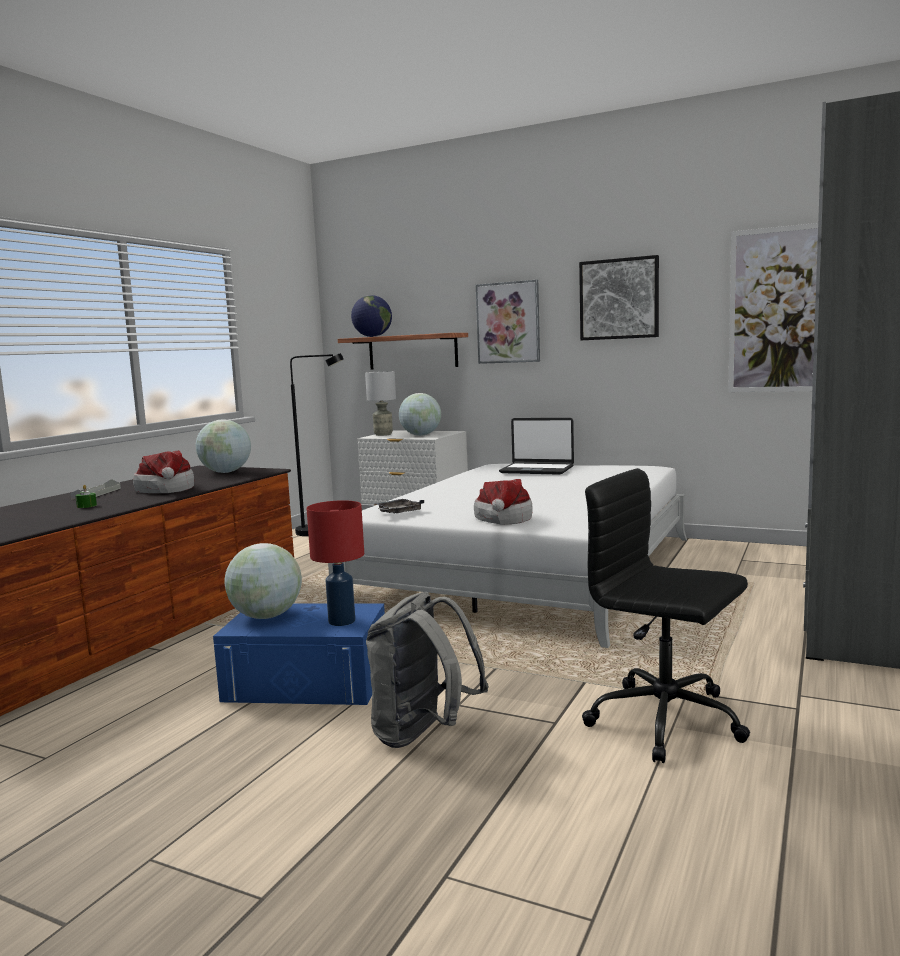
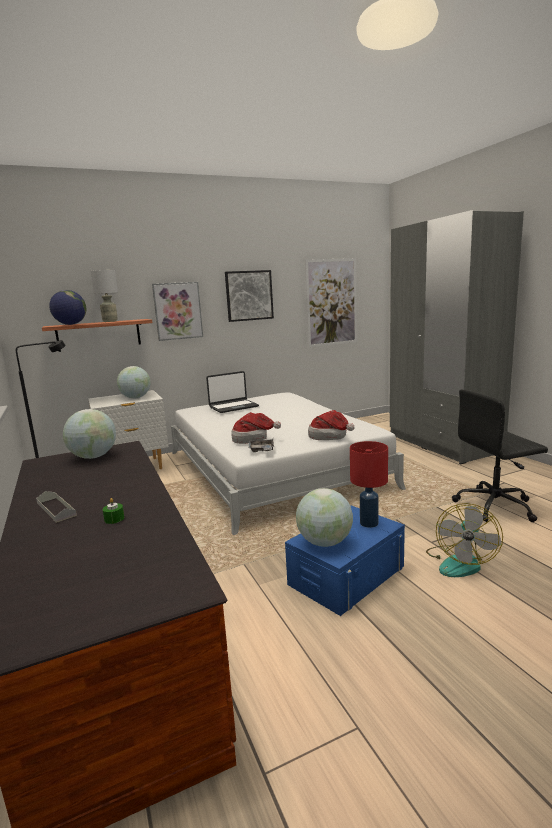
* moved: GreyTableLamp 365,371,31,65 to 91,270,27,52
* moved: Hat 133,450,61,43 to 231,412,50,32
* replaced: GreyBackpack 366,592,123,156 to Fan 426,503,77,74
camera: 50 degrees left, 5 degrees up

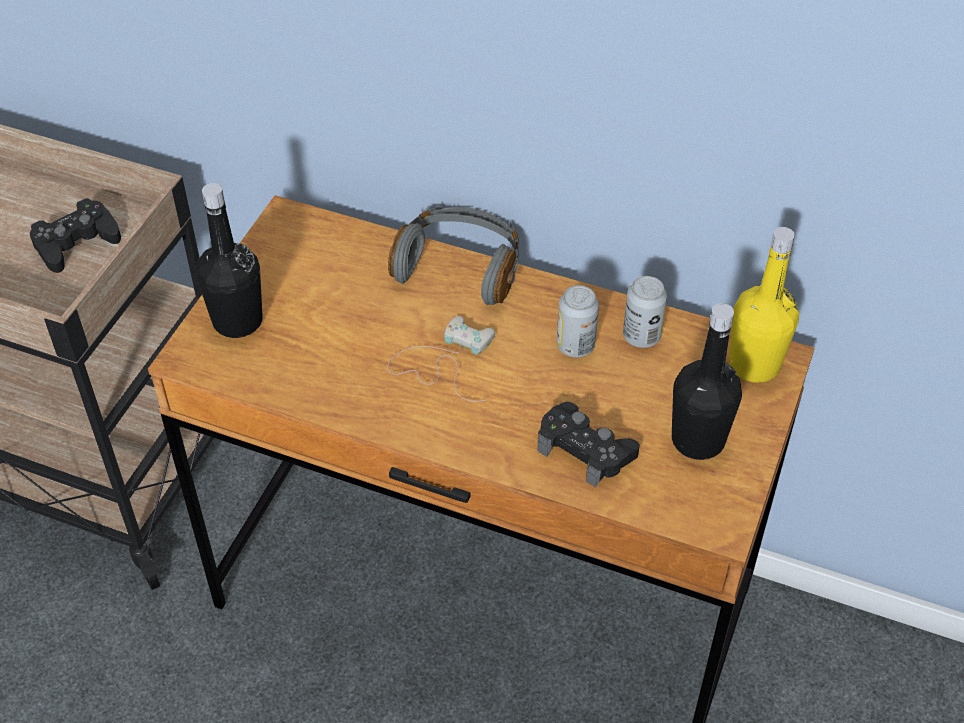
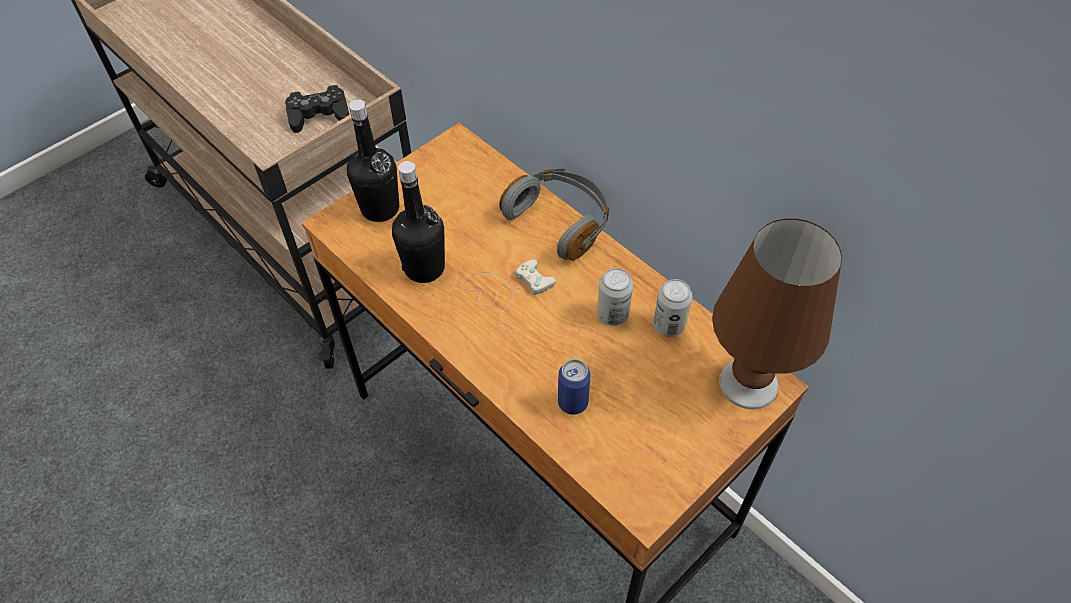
* moved: BlackBottle 672,303,70,157 to 392,161,53,122
* replaced: BlackGameController 537,402,103,86 to Can 558,359,33,56
* replaced: YellowBottle 729,227,70,156 to BrownTableLamp 712,219,130,191
camera: 25 degrees right, 5 degrees up

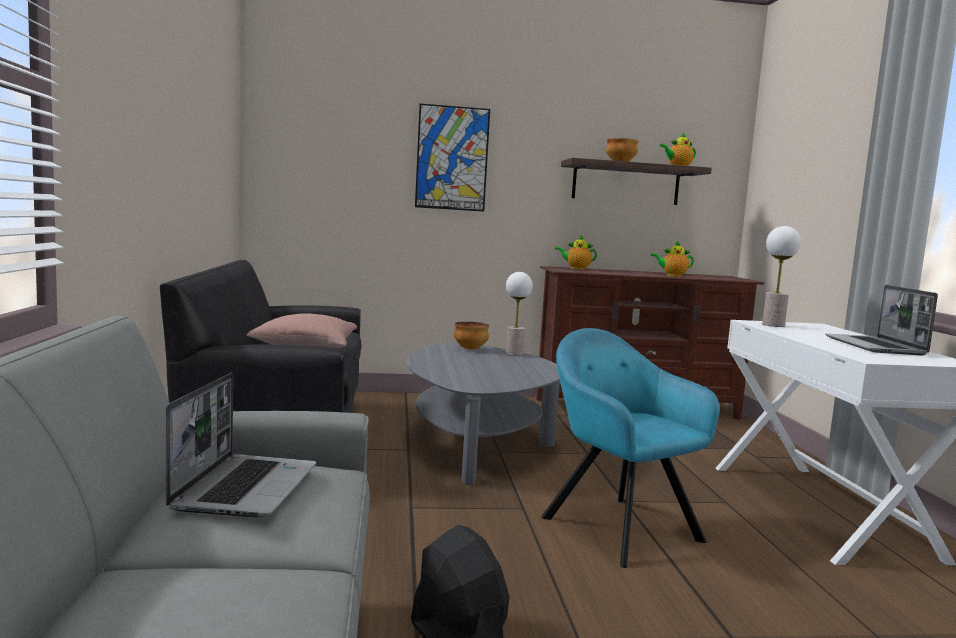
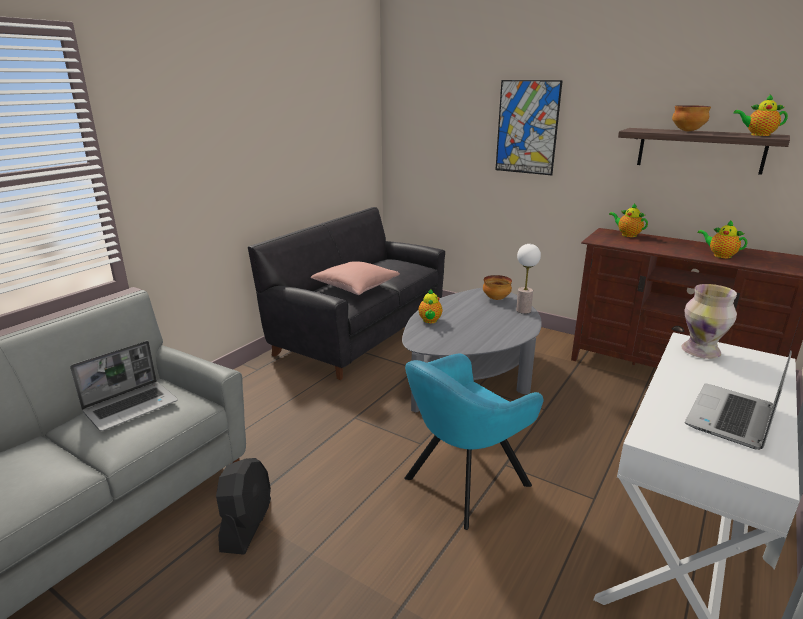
* turned: TurquoiseArmchair 541,328,179,240 = 404,354,139,176 135 degrees counterclockwise
* added: Teapot 418,289,24,34
* replaced: TableLamp 762,226,39,101 to Vase 681,284,56,75
camera: 40 degrees right, 15 degrees up

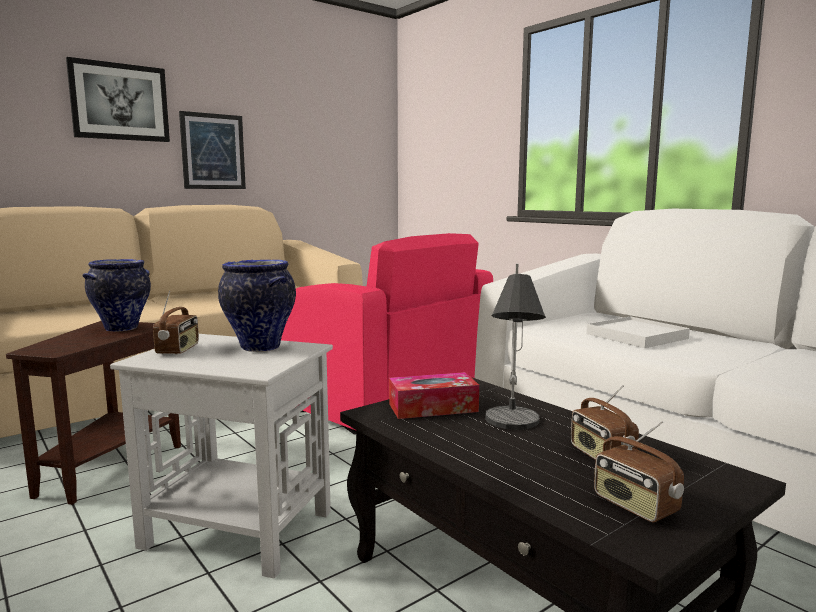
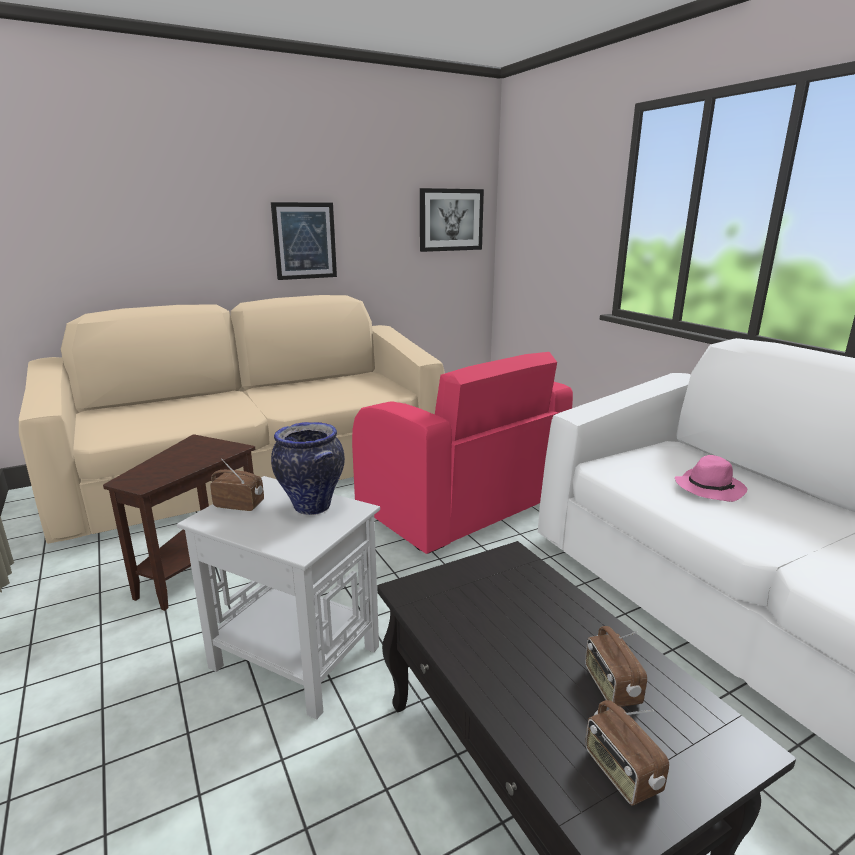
* turned: Radio 153,291,46,64 = 210,458,54,53 90 degrees counterclockwise
* moved: Picture 66,57,104,85 to 420,188,64,64
* replaced: WhiteTray 586,316,104,32 to PinkHat 675,455,72,47
* removed: Vase 83,259,68,73
* removed: TissueBox 389,372,90,47
* removed: TableLamp 485,264,61,166
camera: 10 degrees right, 10 degrees up

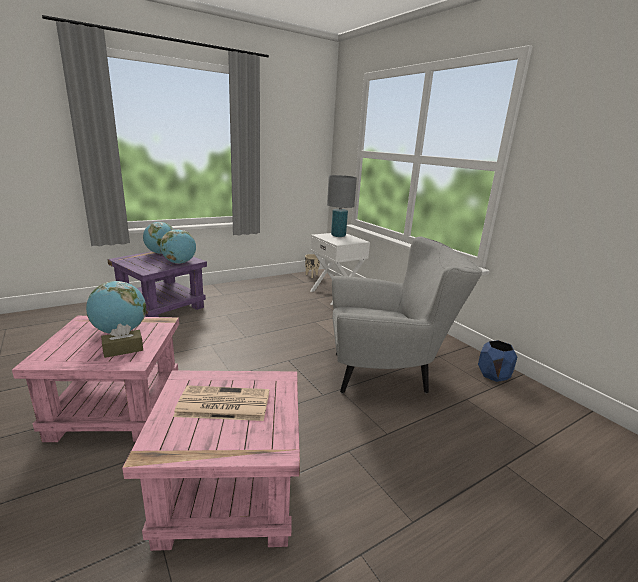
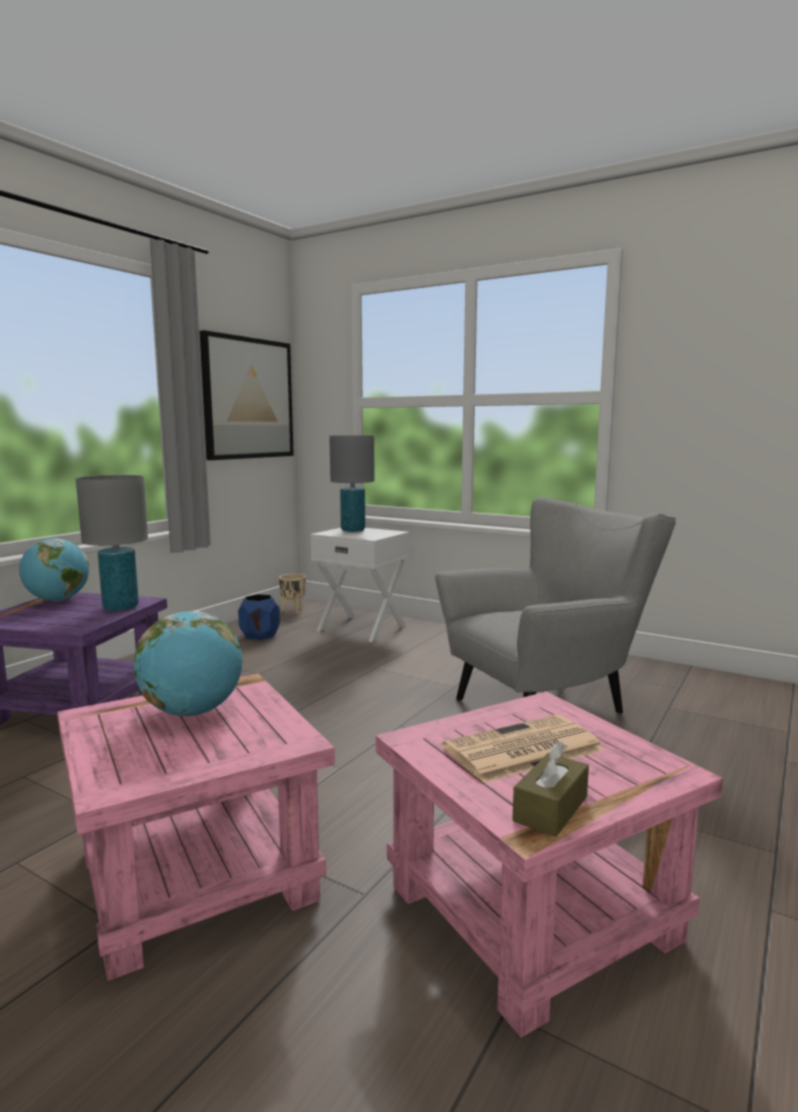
* replaced: Globe 160,229,36,35 to GreyTableLamp 76,475,72,136
* added: Picture 200,330,94,130
* moved: BluePlanter 478,340,39,42 to 238,594,42,46
* moved: BrownTissueBox 101,324,42,34 to 512,742,77,95
camera: 25 degrees left, 10 degrees down

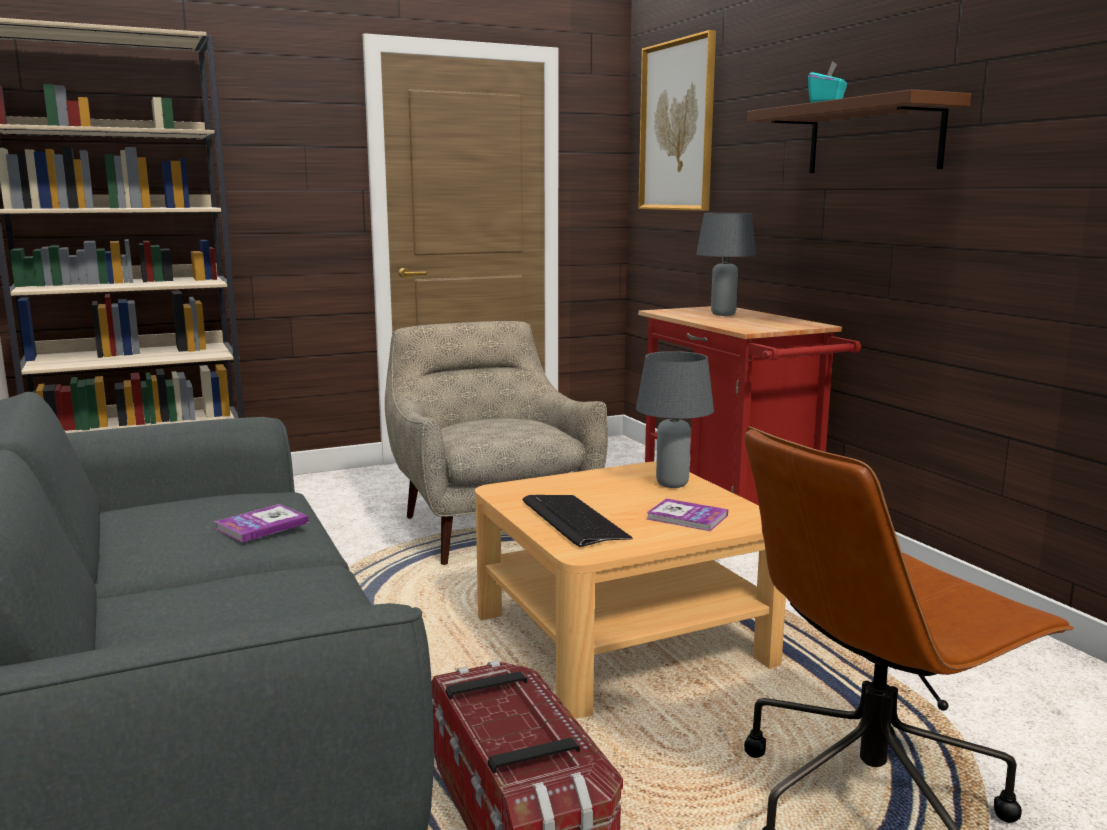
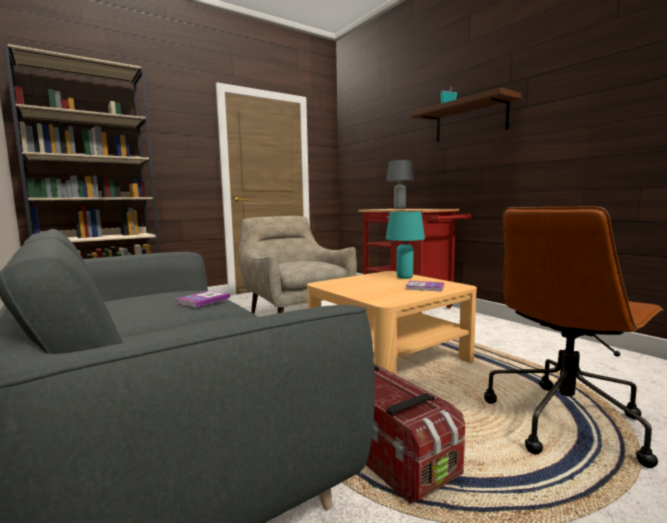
* recoloured: GreyTableLamp 636,351,78,137 to TurquoiseTableLamp 386,211,39,68
* removed: Keyboard 523,495,110,52
* removed: Picture 638,30,78,181
camera: 10 degrees left, 5 degrees down

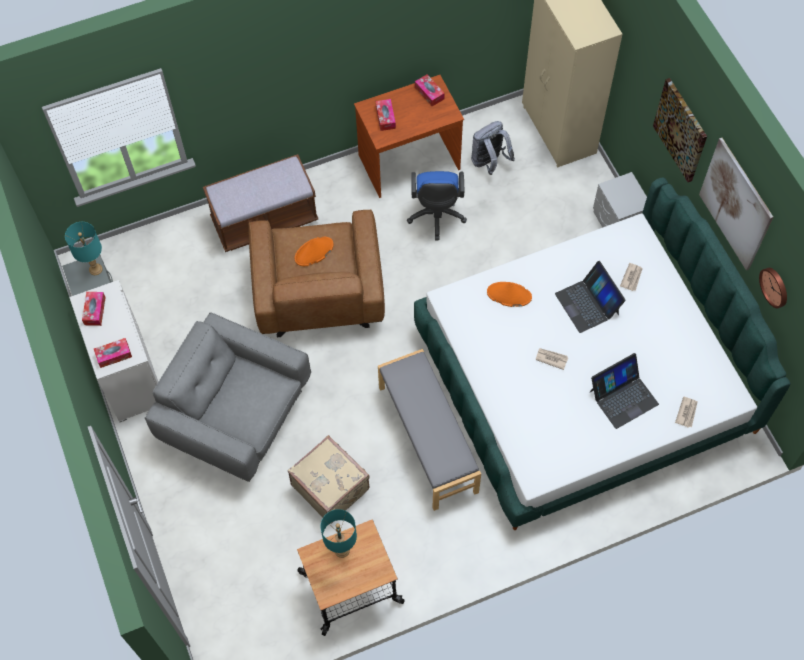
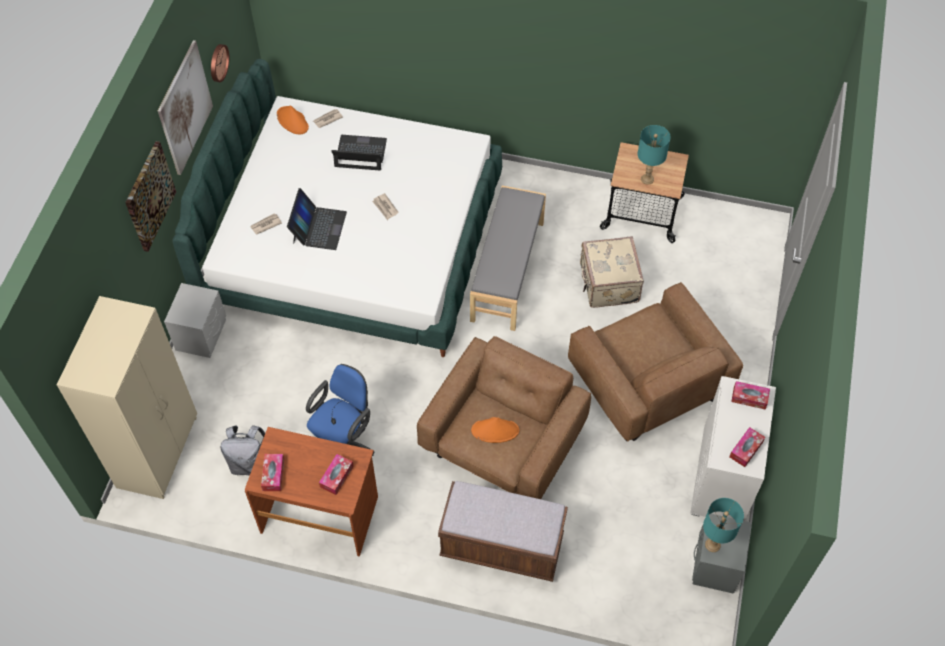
* moved: OrangeHat 487,282,45,25 to 277,105,32,29
* recoloured: GreyArmchair 145,313,166,169 to BrownArmchair 568,282,175,159
camera: 145 degrees left, 5 degrees down

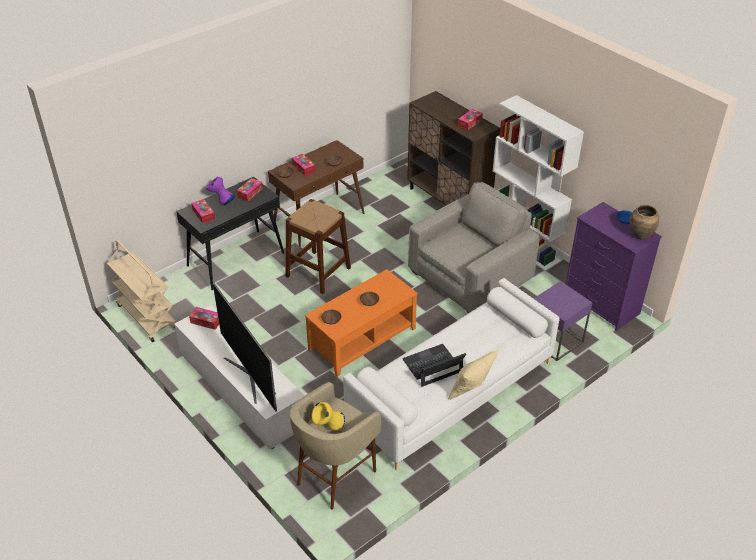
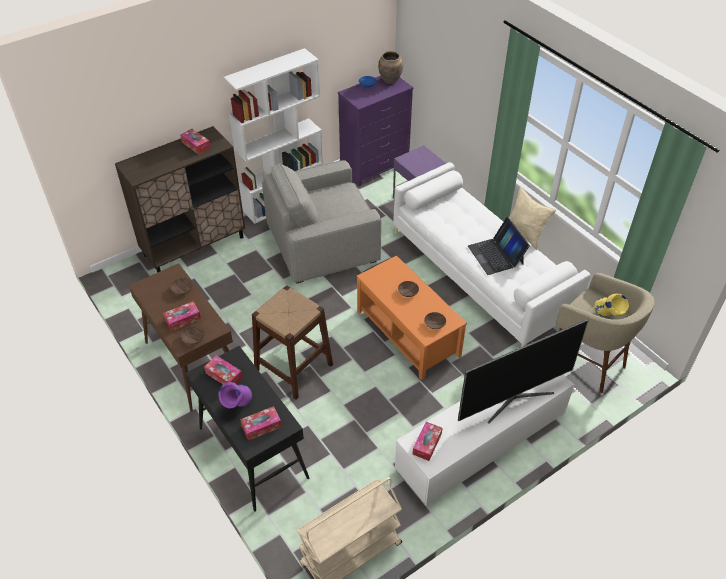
* turned: GreyArmchair 408,182,132,131 = 262,160,120,123 75 degrees counterclockwise
camera: 85 degrees left, 5 degrees up

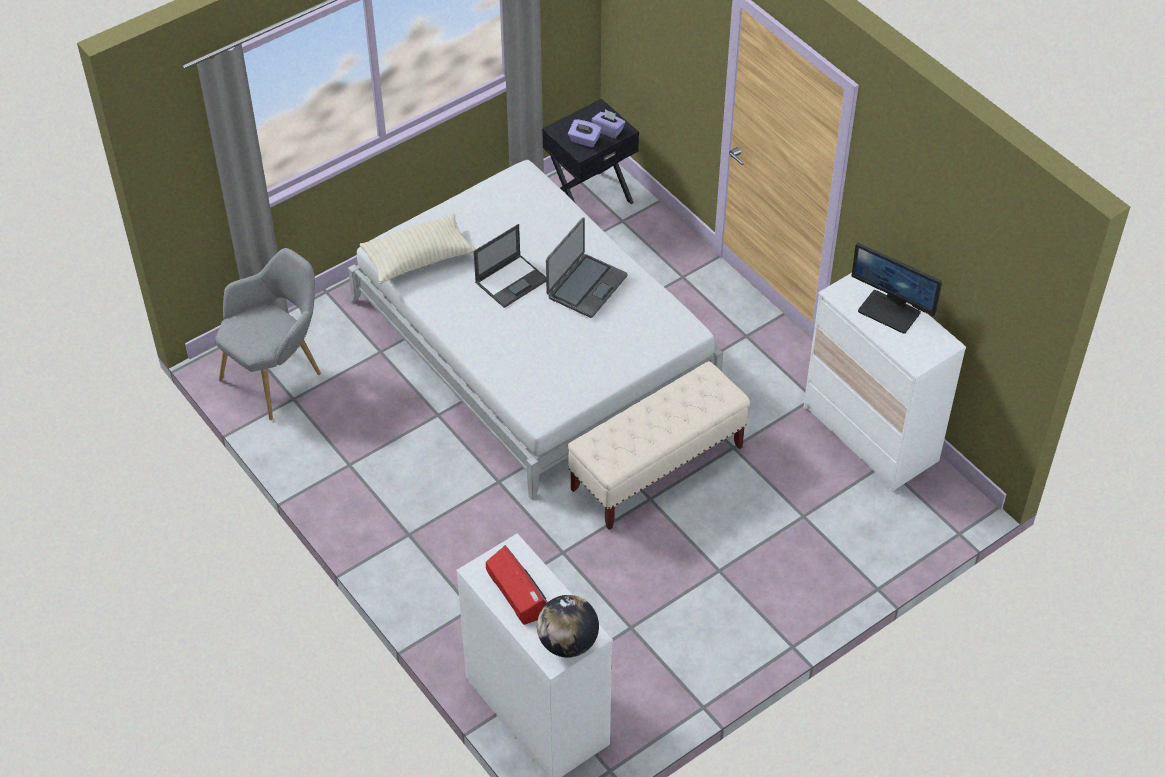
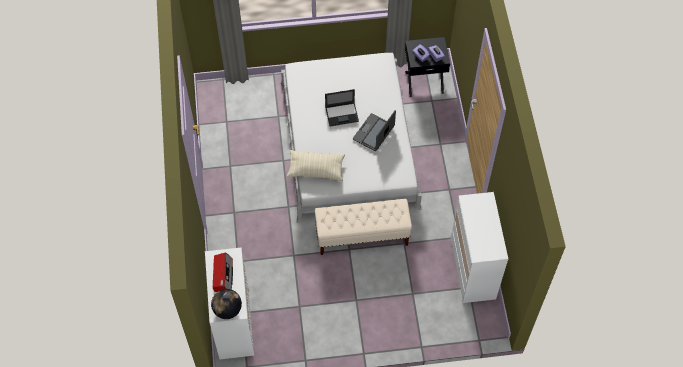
* moved: BeigePillow 360,213,116,71 to 286,150,59,31
* turned: Laptop 546,217,81,101 = 353,110,43,41 150 degrees clockwise
* removed: GreyArmchair 215,248,106,172
* removed: Monitor 851,243,91,91
camera: 30 degrees right, 10 degrees up

